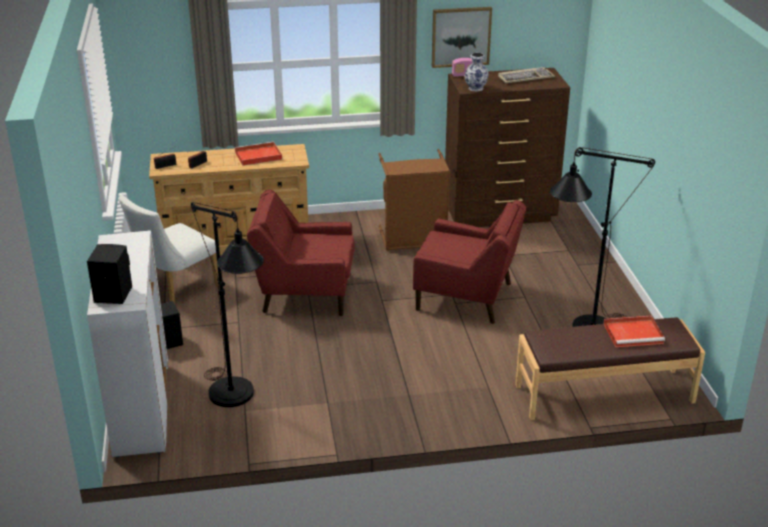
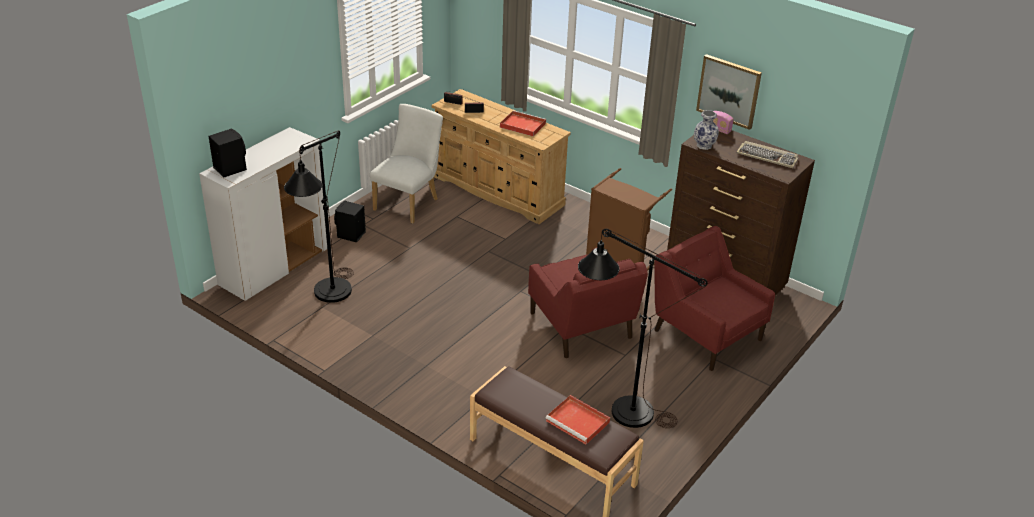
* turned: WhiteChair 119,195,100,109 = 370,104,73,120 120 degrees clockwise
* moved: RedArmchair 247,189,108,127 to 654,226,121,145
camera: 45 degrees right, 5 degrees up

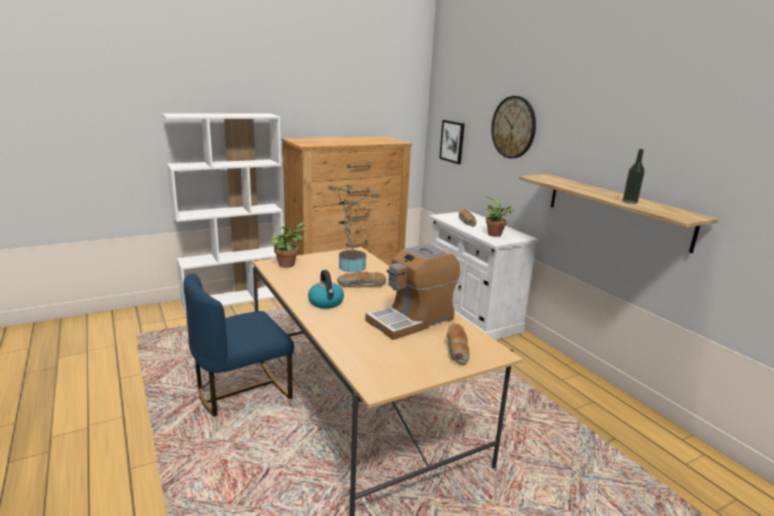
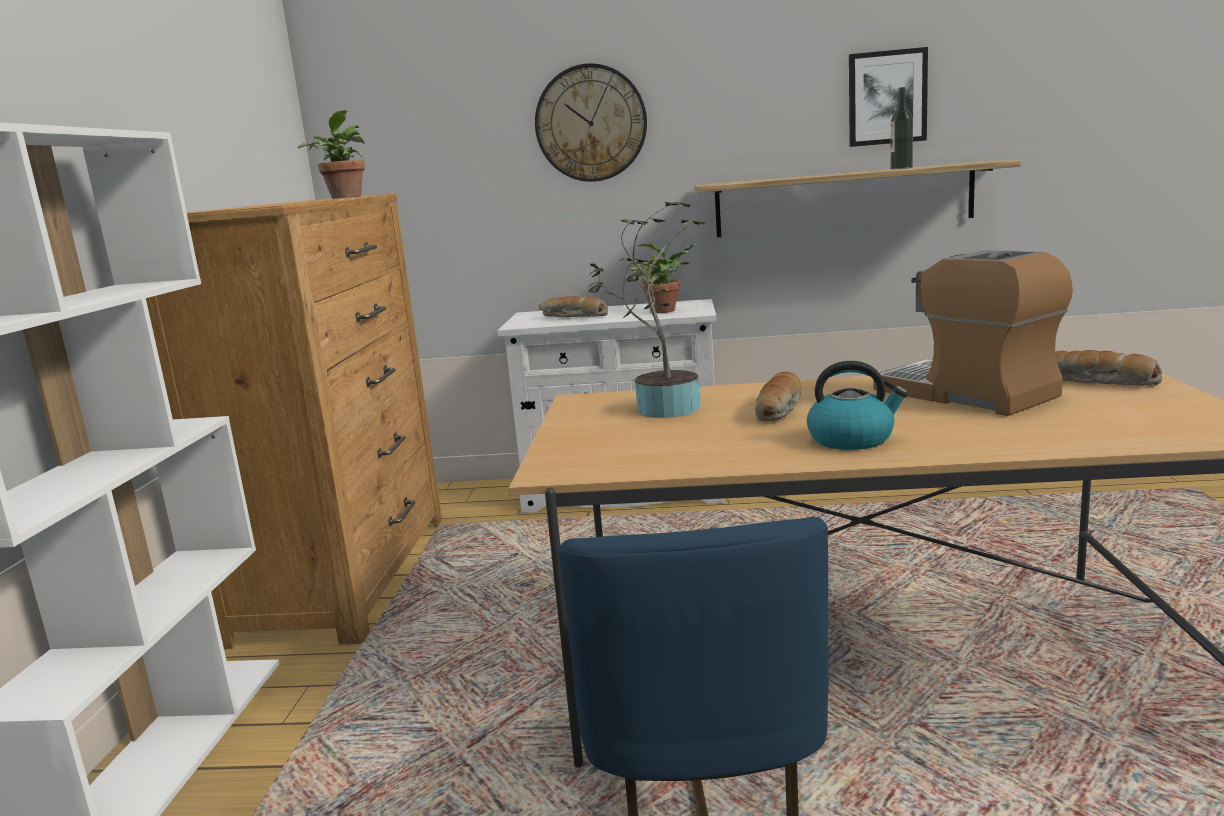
* moved: PottedPlant 270,222,37,46 to 297,110,68,89
* moved: Picture 439,120,26,44 to 849,47,79,100
* turned: CoffeeMachine 365,244,95,96 = 874,250,199,166 150 degrees clockwise
camera: 55 degrees left, 5 degrees down

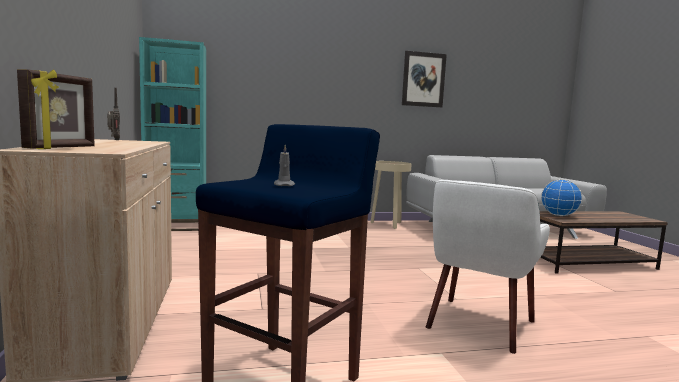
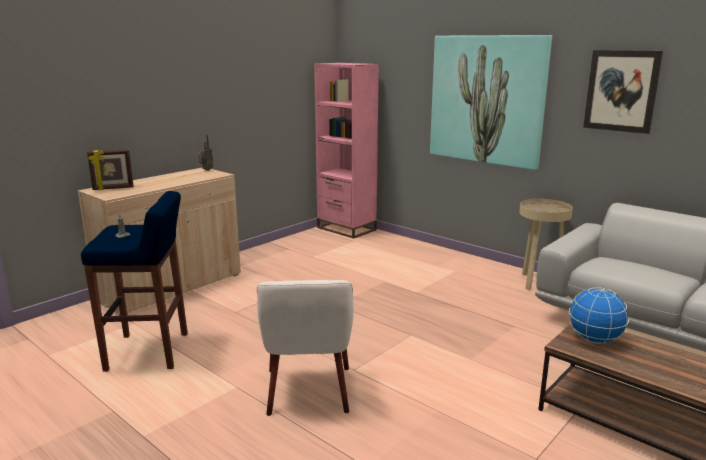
* turned: WhiteArmchair 426,180,124,174 = 257,280,97,136 90 degrees counterclockwise
* recoloured: TurquoiseBookcase 139,37,67,194 to PinkBookcase 314,63,65,175
* added: Picture 430,35,122,135
camera: 55 degrees right, 10 degrees up

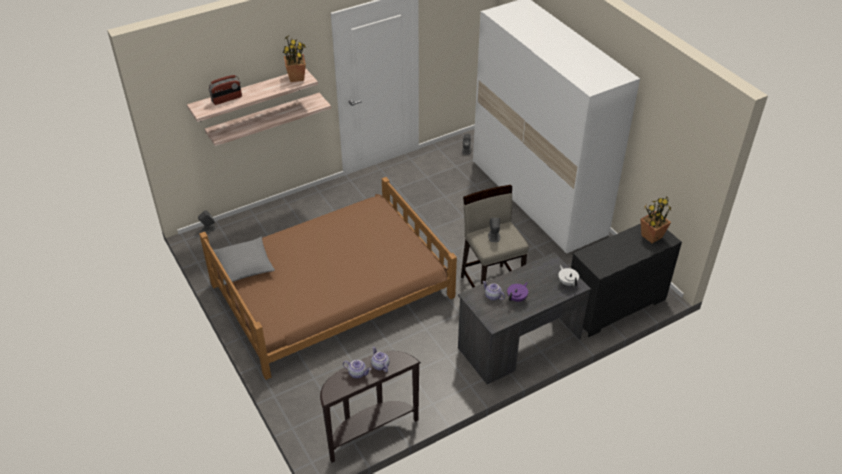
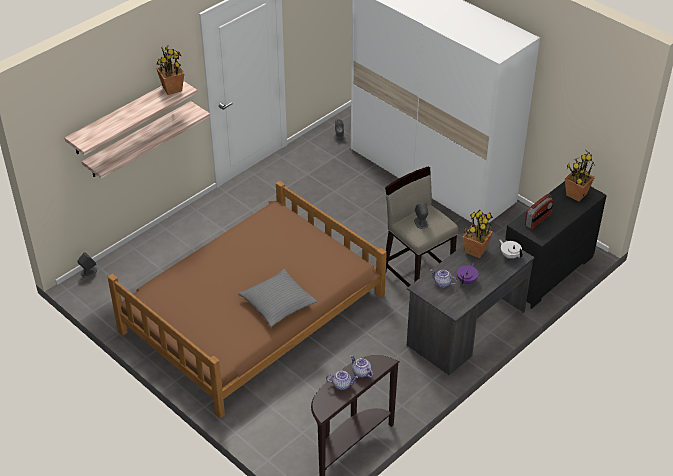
* moved: GreyPillow 213,237,62,48 to 238,269,80,58
* added: PottedPlant 463,210,30,49
* moved: Radio 208,75,34,30 to 525,194,28,35
camera: 15 degrees left, 0 degrees up

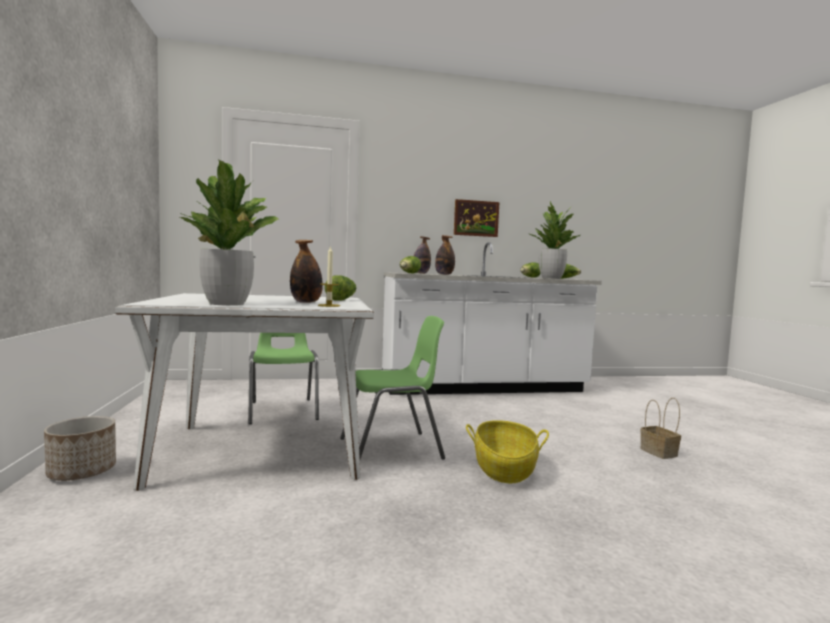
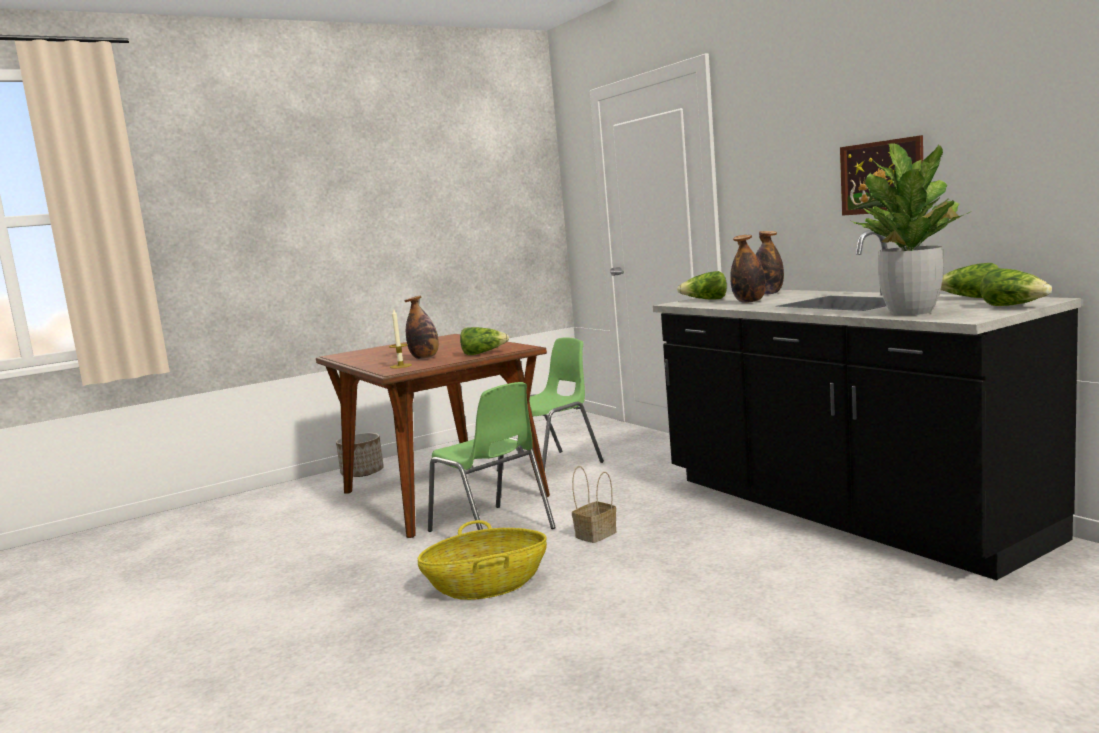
* recoloured: WhiteDiningTable 116,293,258,198 to BrownDiningTable 316,334,234,204
* moved: Basket 640,398,41,61 to 572,466,44,77
* recoloured: WhiteCounter 382,242,220,153 to BlackCounter 653,230,428,350
* removed: PottedPlant 180,160,99,145
camera: 70 degrees right, 5 degrees up

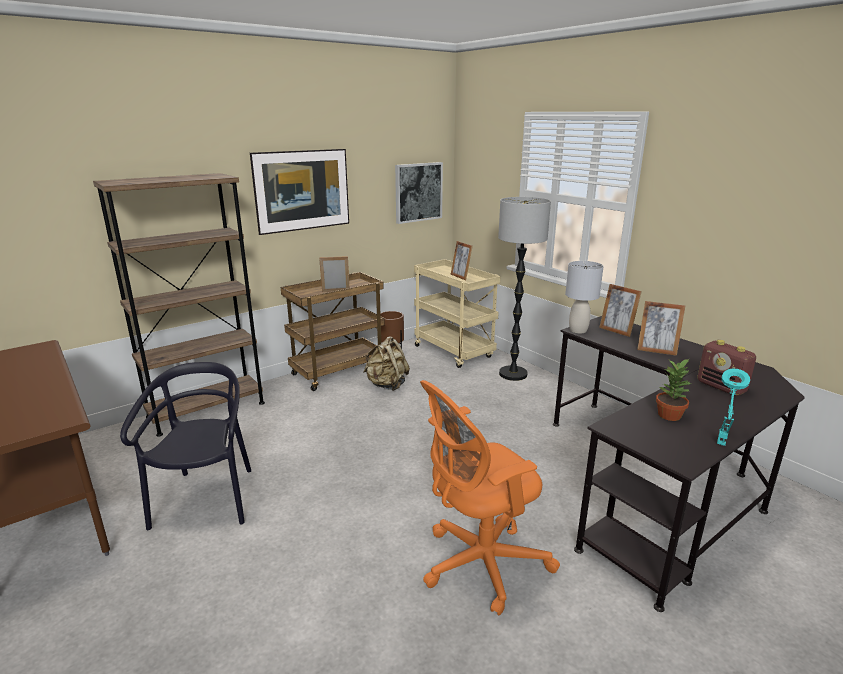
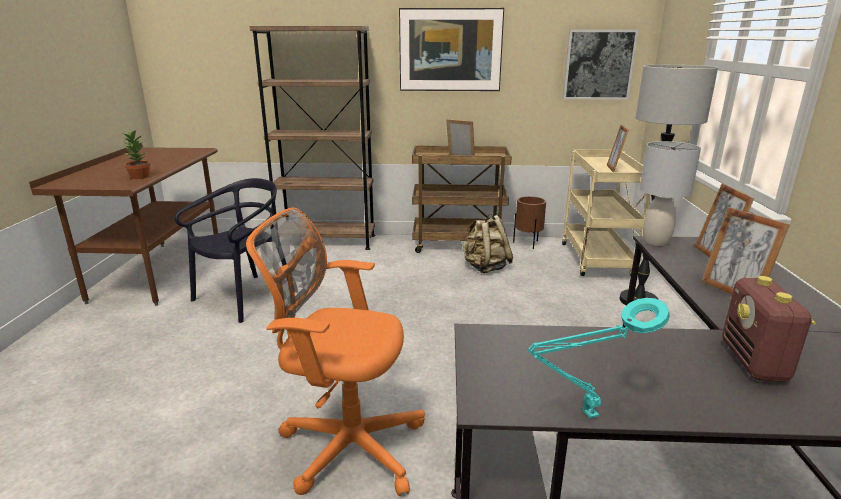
* moved: PottedPlant 656,358,36,63 to 121,130,30,49
camera: 40 degrees right, 0 degrees up

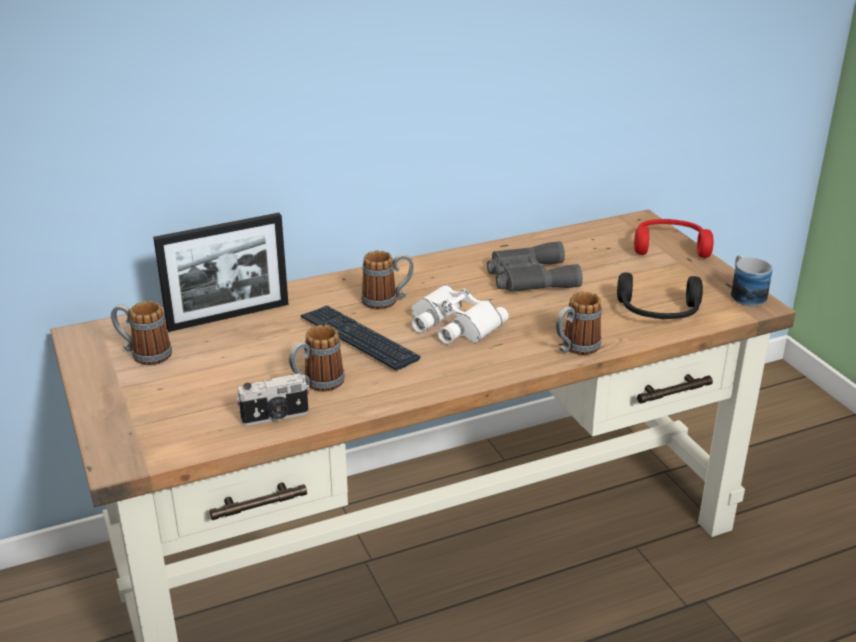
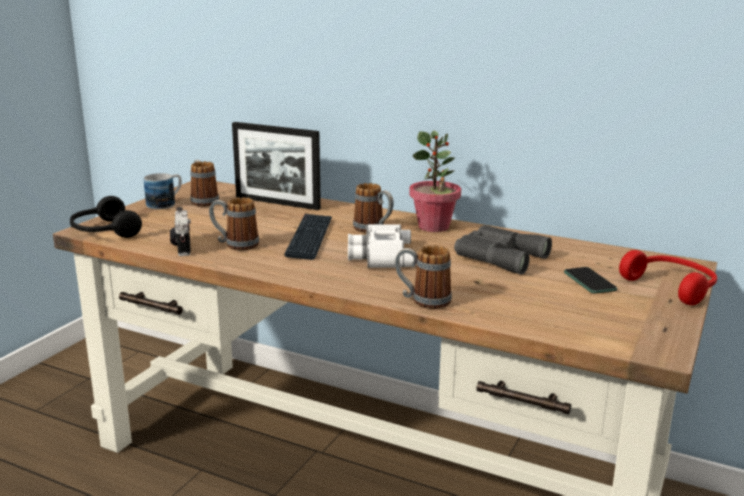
* moved: BlackHeadphones 617,272,86,47 to 70,196,72,42
* moved: Mug 731,255,41,51 to 144,173,38,36
* turned: PhotoCamera 236,373,74,53 = 170,207,21,49 45 degrees clockwise
* added: PottedPlant 409,131,52,101
* added: Phone 564,267,53,27
camera: 50 degrees right, 10 degrees down

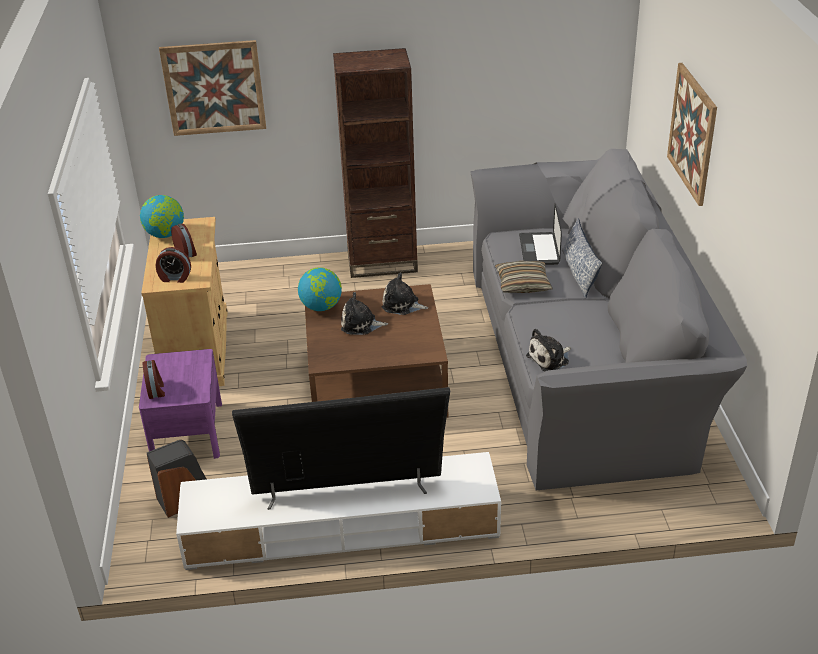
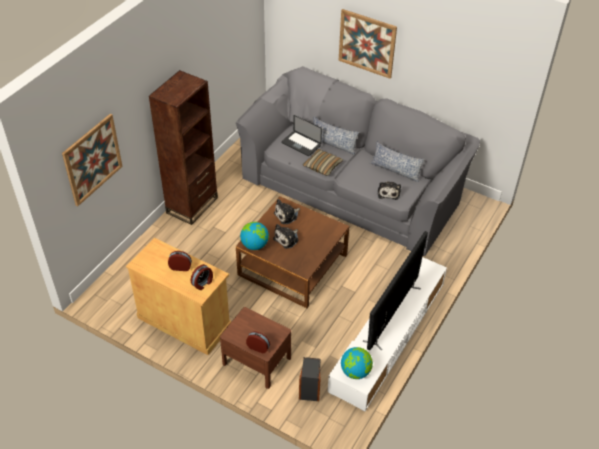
* recoloured: PurpleNightstand 139,349,83,110 to BrownNightstand 220,307,71,82
* moved: Globe 140,195,44,43 to 341,347,32,32
* added: Pillow 370,142,54,40
camera: 55 degrees left, 10 degrees up

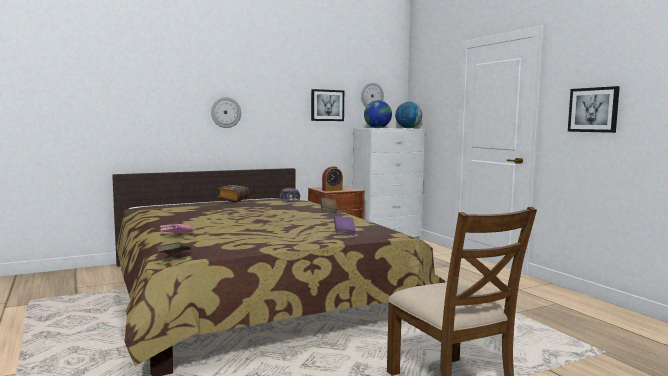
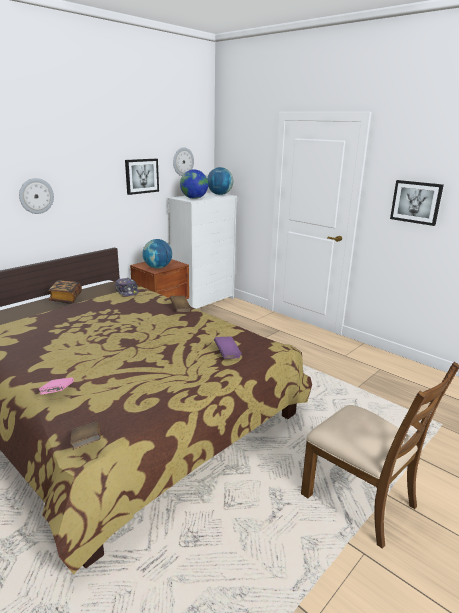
* replaced: AlarmClock 322,166,21,25 to Globe 143,239,29,30
camera: 20 degrees left, 15 degrees up

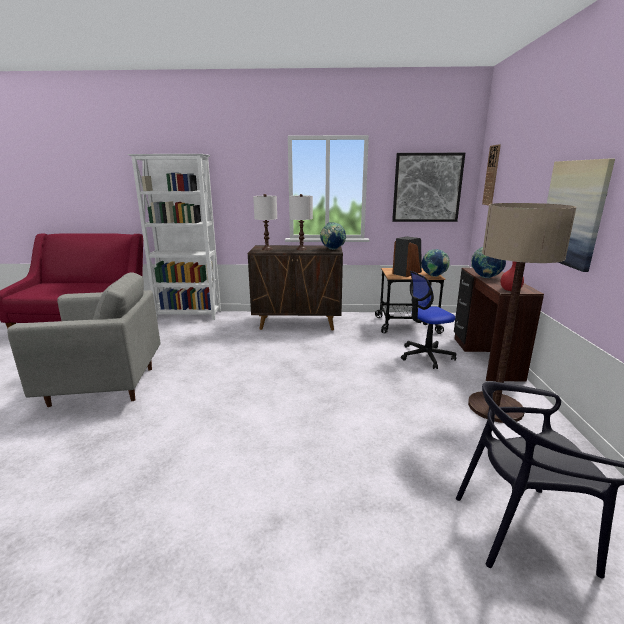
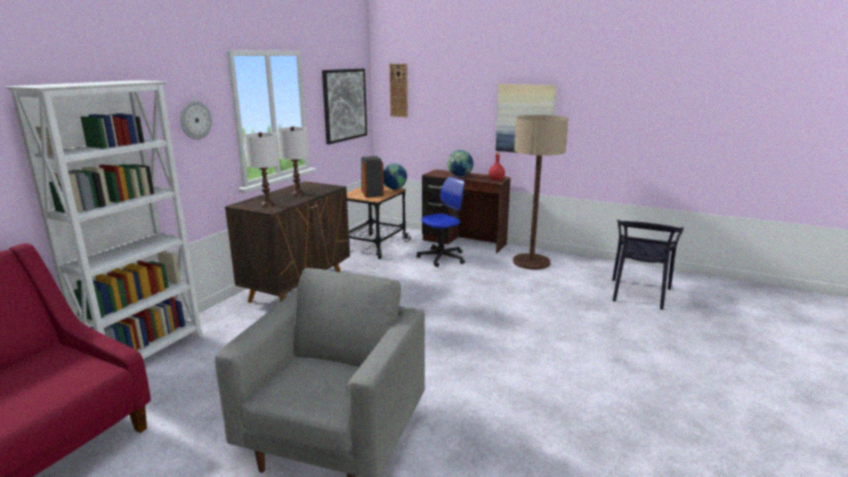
* added: WallClock 180,101,32,39
* turned: OfficeChair 401,271,55,98 = 416,177,49,90 135 degrees counterclockwise
* removed: Globe 320,222,26,28
camera: 65 degrees left, 0 degrees up

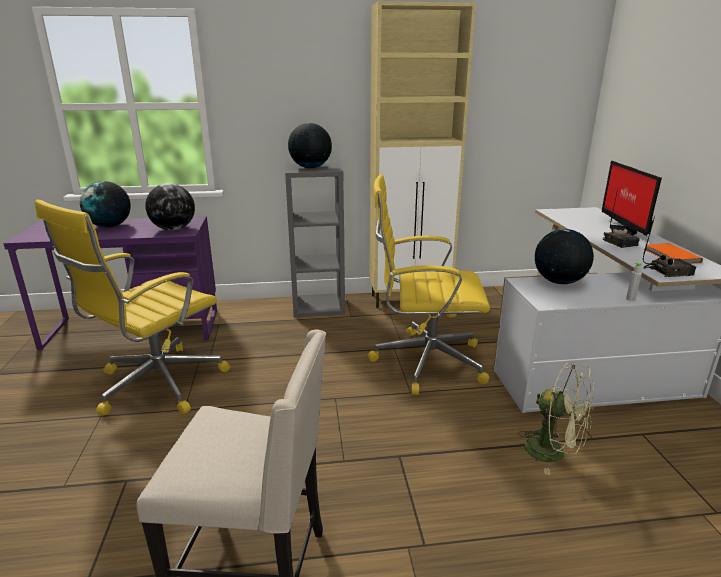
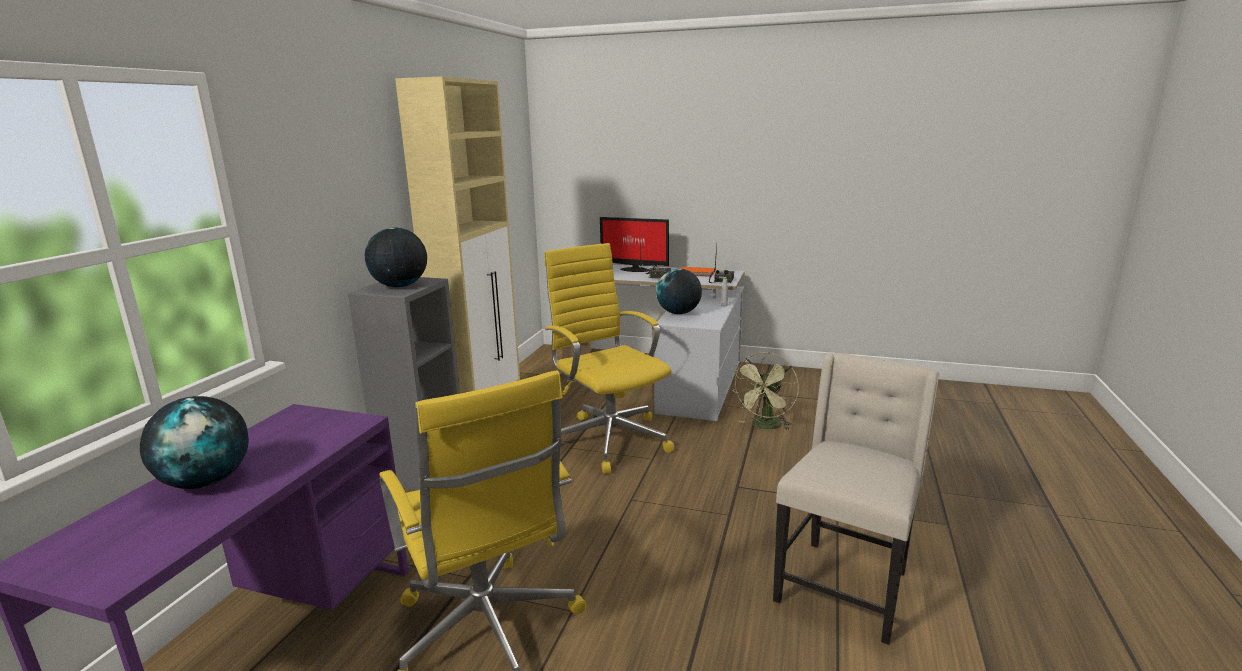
* turned: YellowOfficeChair 368,174,122,221 = 544,243,130,231 120 degrees clockwise
* turned: GreenFan 518,363,77,112 = 732,352,67,79 150 degrees clockwise
* removed: Globe 145,183,50,47
camera: 65 degrees left, 5 degrees down

